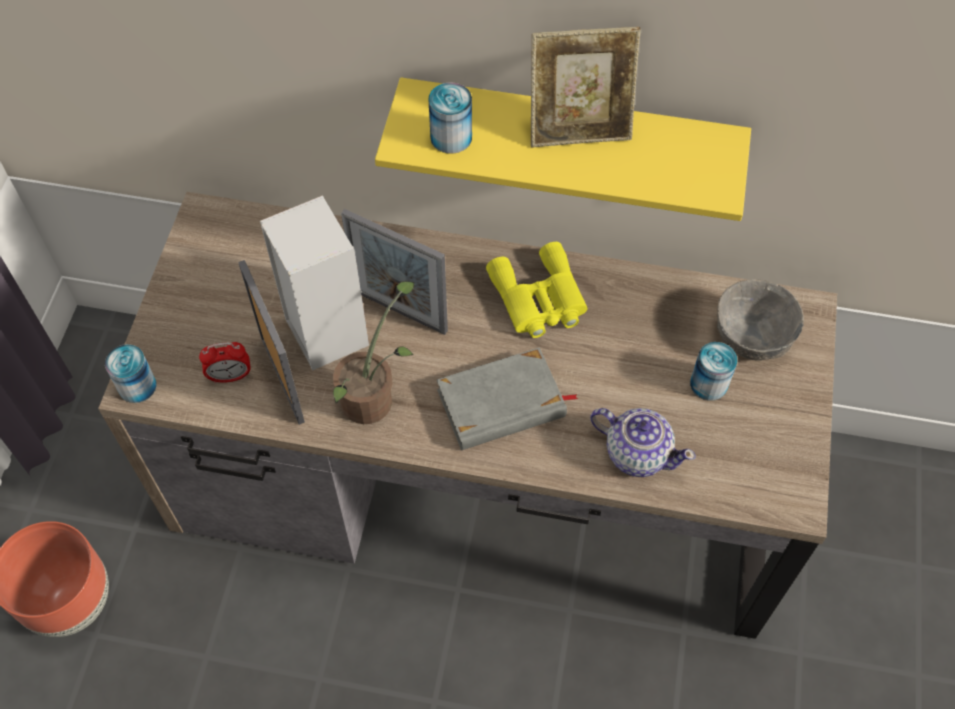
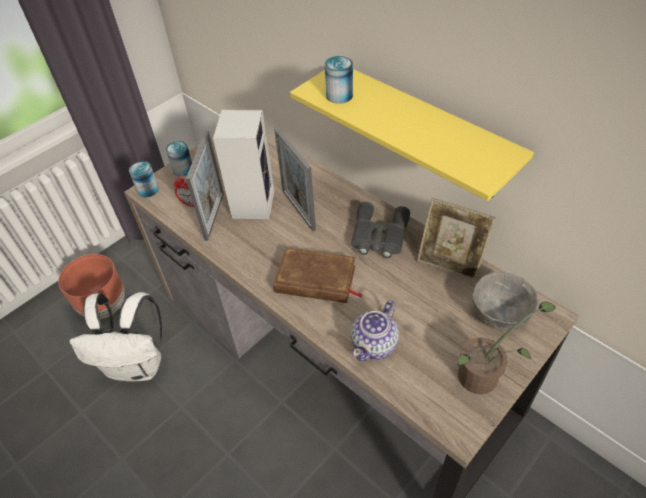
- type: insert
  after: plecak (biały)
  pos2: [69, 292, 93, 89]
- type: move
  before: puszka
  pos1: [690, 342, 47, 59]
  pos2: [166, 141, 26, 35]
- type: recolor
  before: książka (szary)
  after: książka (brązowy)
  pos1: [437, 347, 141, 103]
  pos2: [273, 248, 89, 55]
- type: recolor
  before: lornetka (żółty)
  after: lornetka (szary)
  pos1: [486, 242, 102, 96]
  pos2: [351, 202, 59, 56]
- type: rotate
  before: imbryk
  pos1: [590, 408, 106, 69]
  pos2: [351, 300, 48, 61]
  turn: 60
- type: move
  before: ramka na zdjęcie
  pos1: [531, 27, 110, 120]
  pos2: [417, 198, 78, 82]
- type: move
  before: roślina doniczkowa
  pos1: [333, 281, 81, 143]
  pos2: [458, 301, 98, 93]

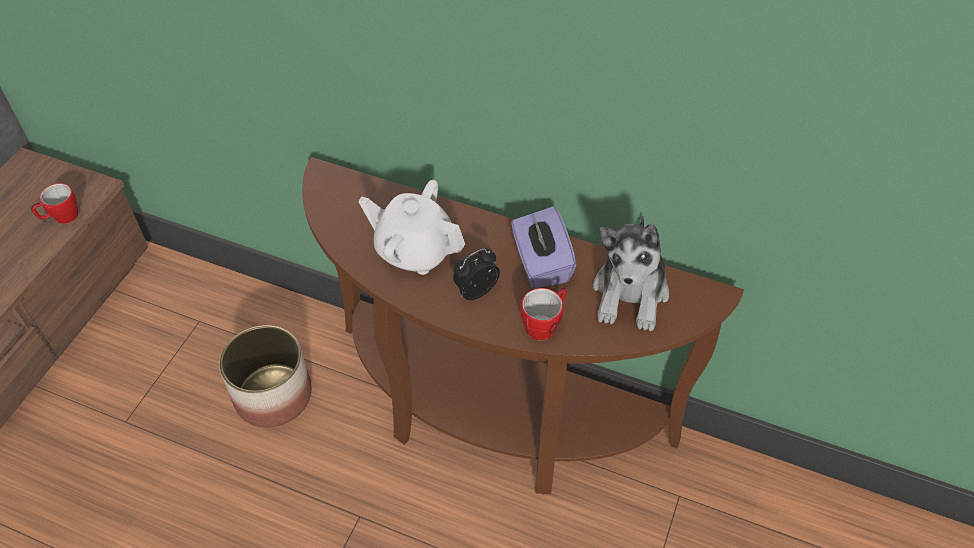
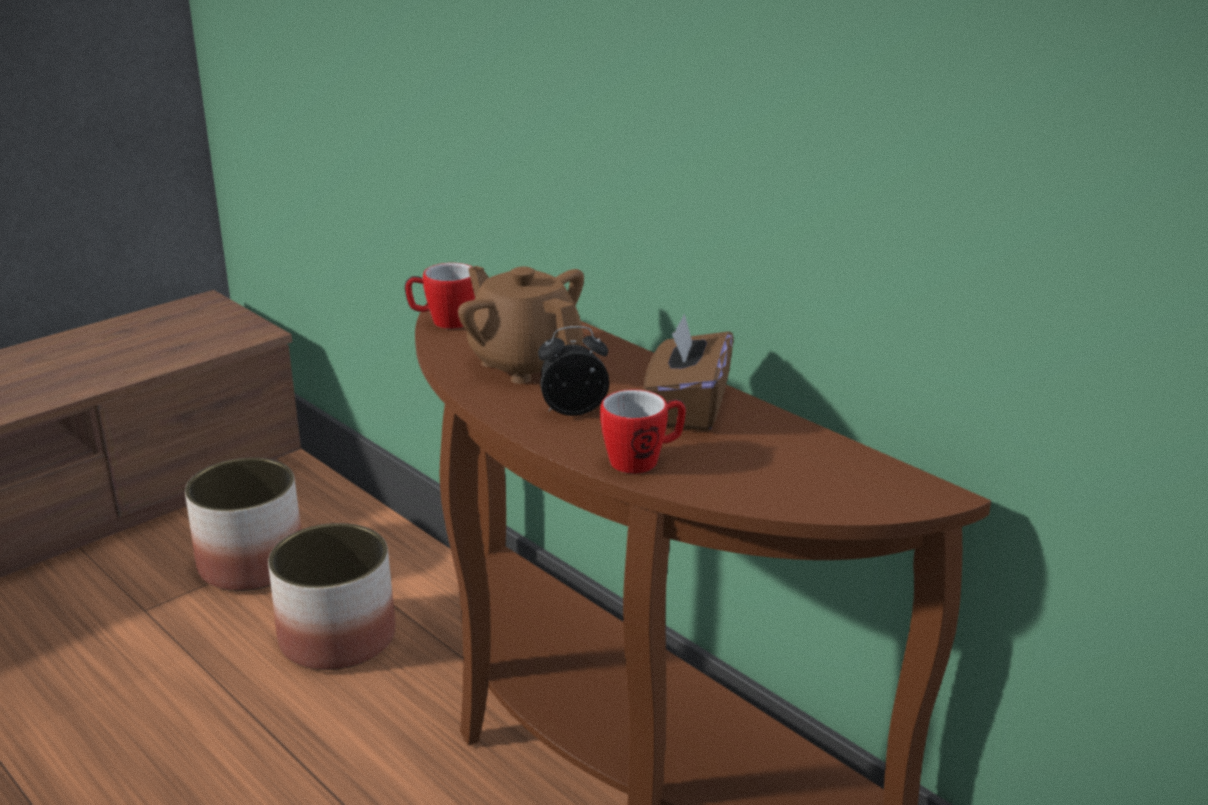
- type: insert
  after: donica
  pos2: [185, 458, 117, 133]
- type: move
  before: kubek
  pos1: [31, 183, 47, 41]
  pos2: [405, 263, 70, 66]
- type: recolor
  before: imbryk (biały)
  after: imbryk (brązowy)
  pos1: [358, 180, 107, 95]
  pos2: [458, 266, 126, 118]
- type: recolor
  before: pudełko chusteczek (fioletowy)
  after: pudełko chusteczek (brązowy)
  pos1: [511, 206, 65, 82]
  pos2: [644, 314, 89, 117]
- type: delete
  before: pluszak
  pos1: [593, 216, 76, 115]

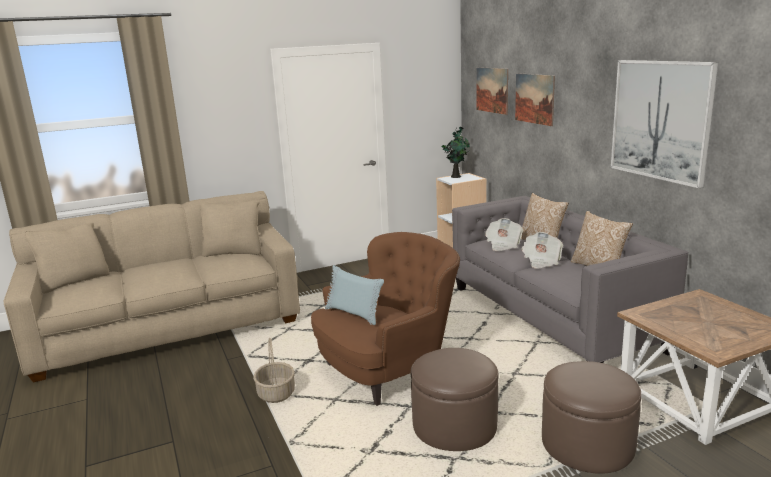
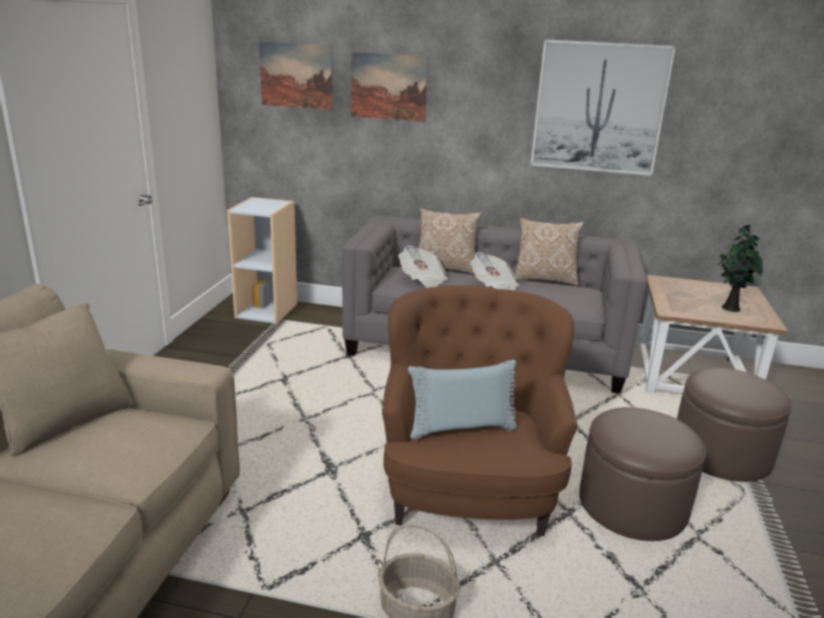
- type: move
  before: roślina doniczkowa
  pos1: [441, 127, 29, 51]
  pos2: [717, 225, 46, 87]

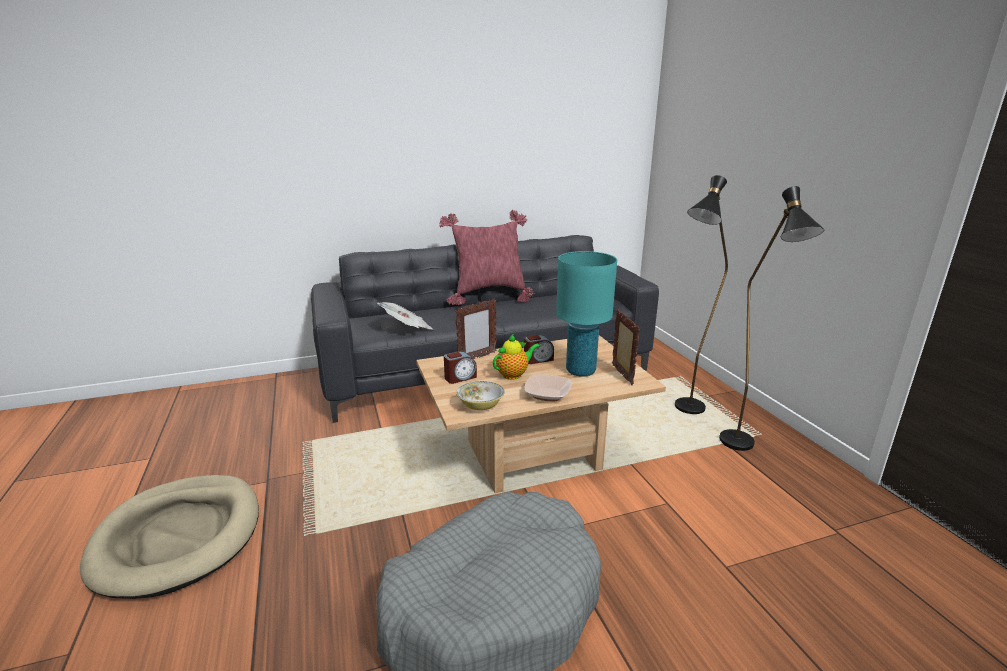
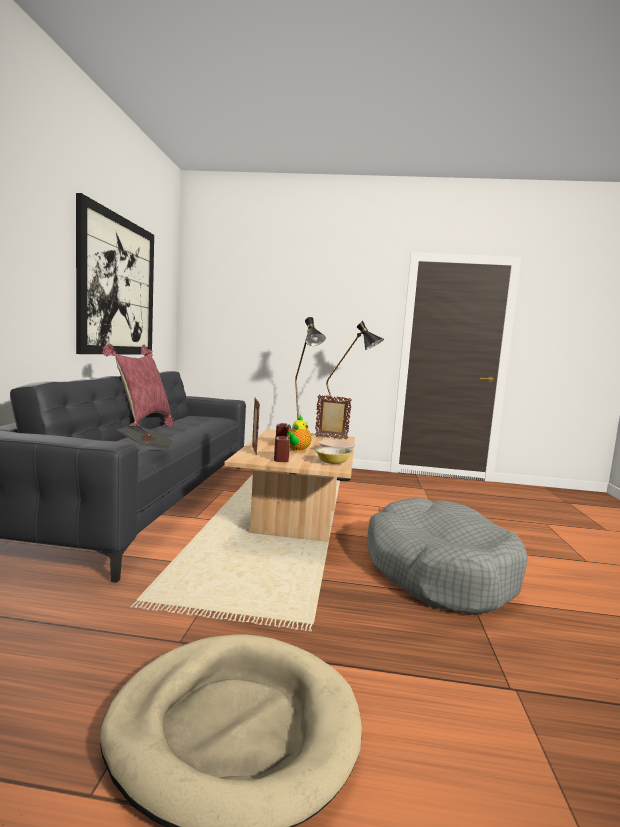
- type: insert
  after: obraz
  pos2: [76, 193, 78, 161]
- type: rotate
  before: imbryk
  pos1: [493, 335, 47, 45]
  pos2: [287, 415, 25, 37]
  turn: -150
- type: delete
  before: lampa stołowa (turkusowy)
  pos1: [556, 251, 61, 126]

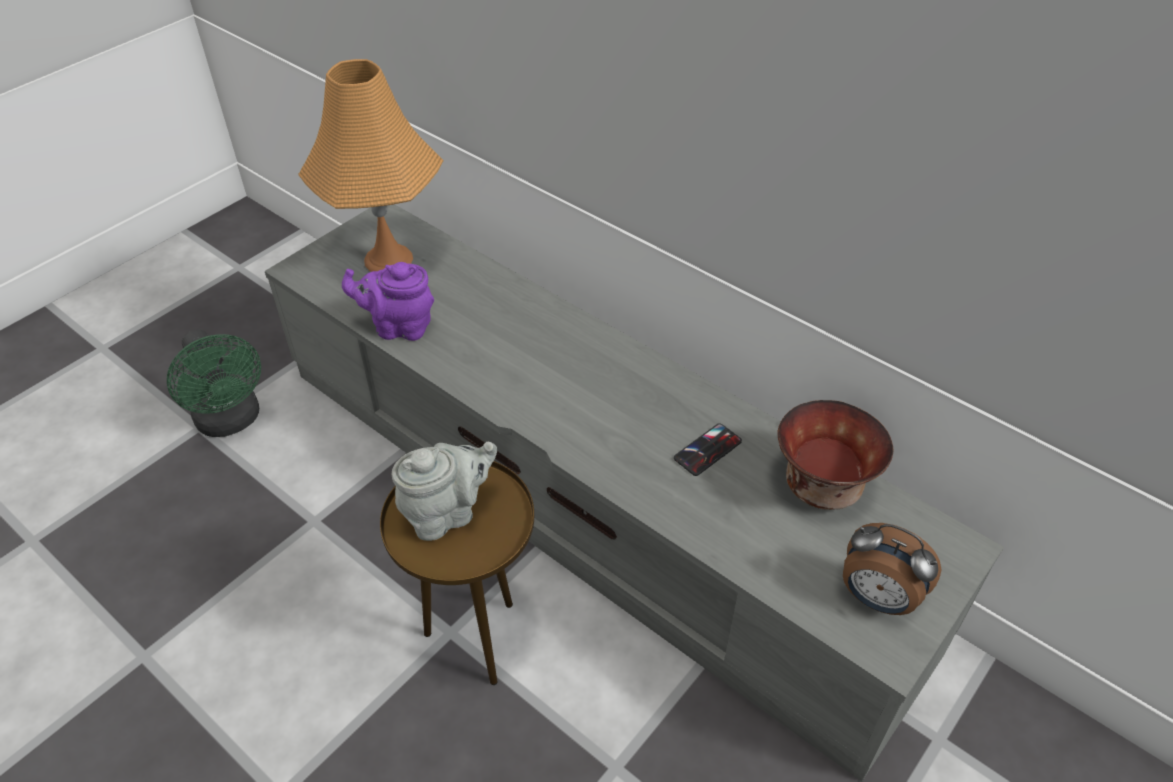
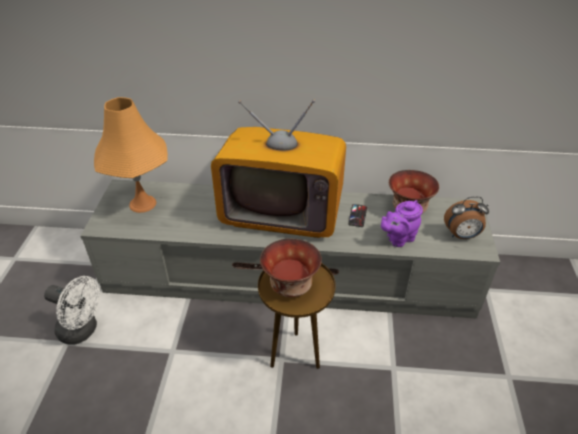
- type: recolor
  before: wentylator (zielony)
  after: wentylator (biały)
  pos1: [167, 329, 94, 108]
  pos2: [44, 276, 56, 69]
- type: insert
  after: telewizor
  pos2: [211, 99, 135, 139]
- type: replace
  before: imbryk (szary)
  after: miska
  pos1: [391, 442, 106, 99]
  pos2: [260, 239, 62, 58]
- type: move
  before: imbryk (fioletowy)
  pos1: [342, 262, 92, 79]
  pos2: [381, 200, 42, 47]

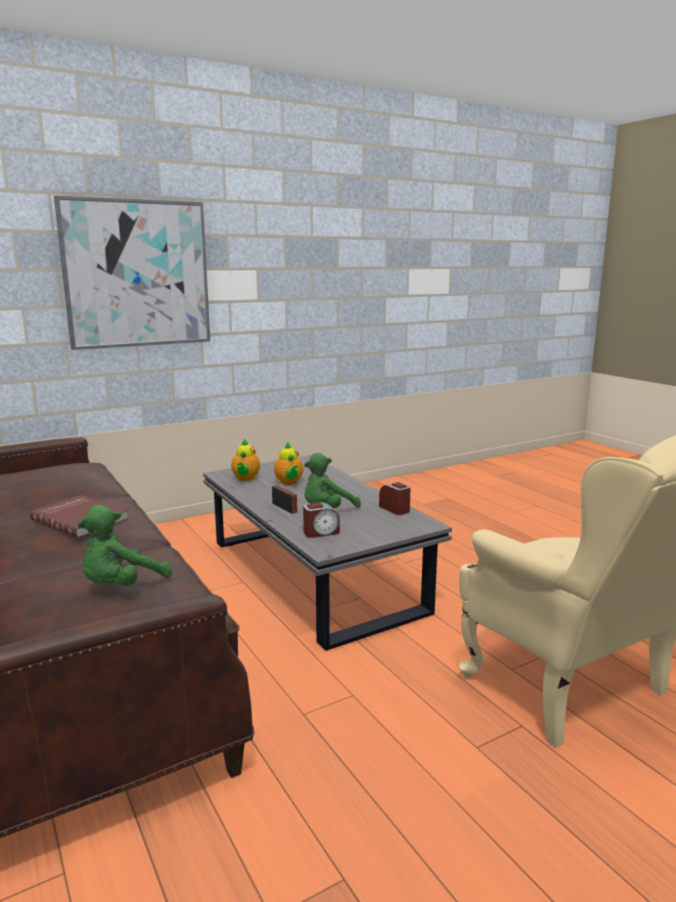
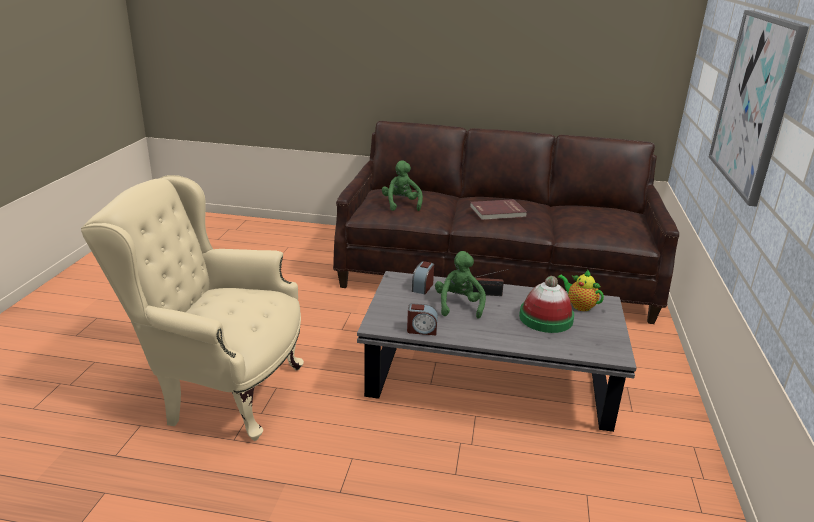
- type: replace
  before: imbryk
  after: kapelusz
  pos1: [274, 443, 29, 42]
  pos2: [519, 276, 55, 57]

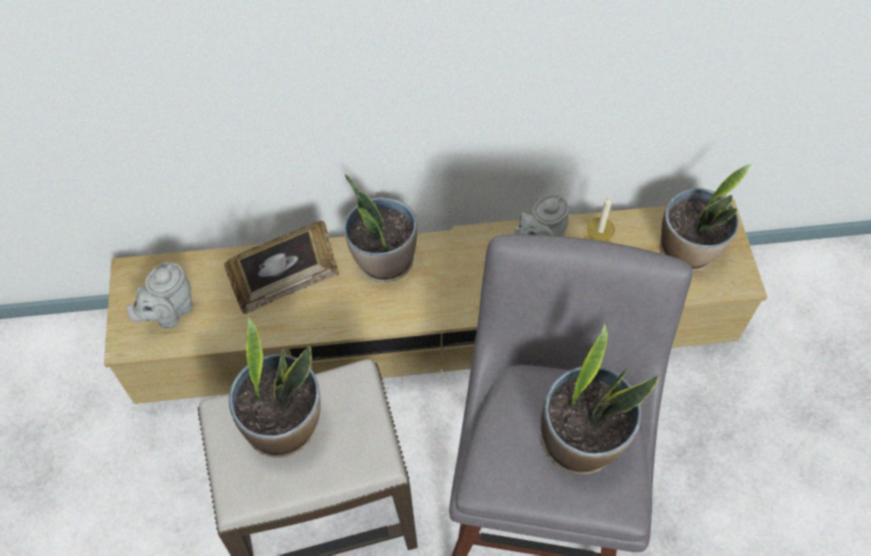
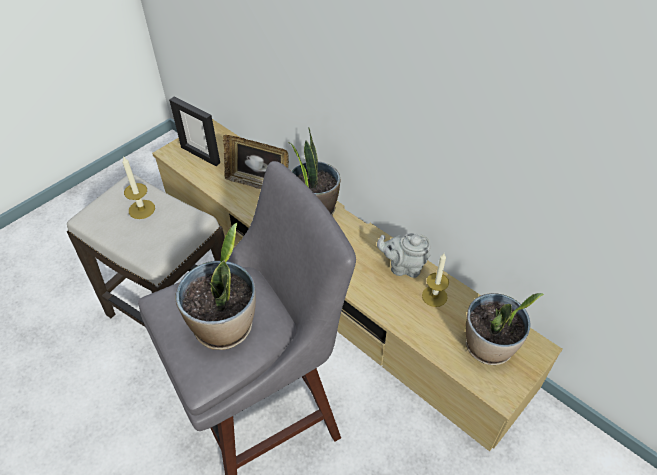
- type: replace
  before: roślina doniczkowa
  after: świeca
  pos1: [229, 317, 92, 141]
  pos2: [122, 156, 33, 63]
- type: replace
  before: imbryk (szary)
  after: ramka na zdjęcie
  pos1: [126, 262, 67, 66]
  pos2: [169, 97, 51, 69]

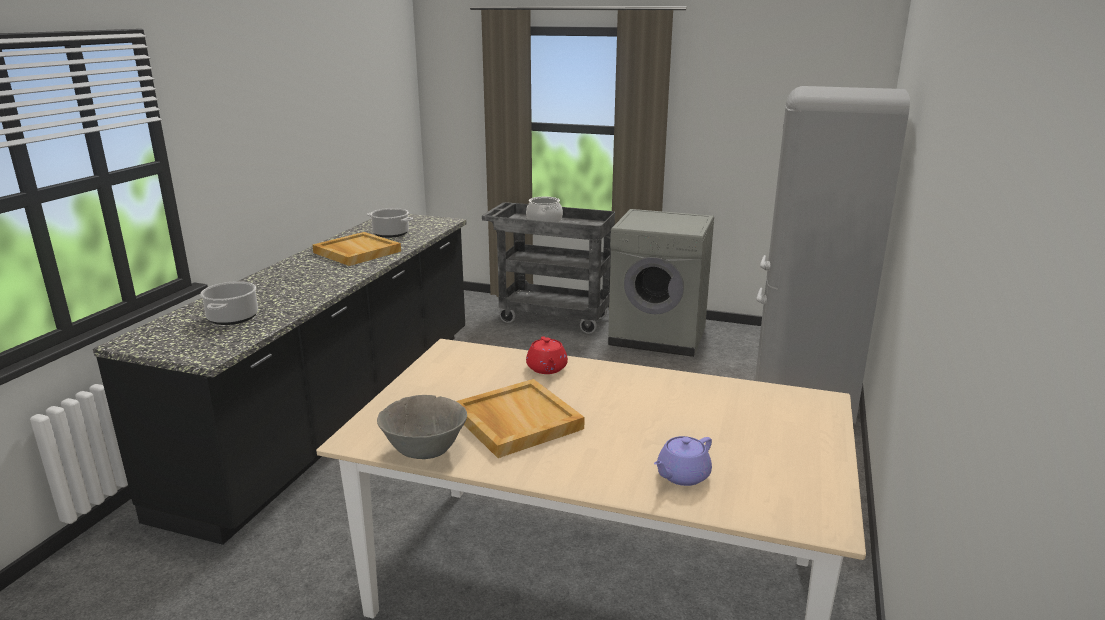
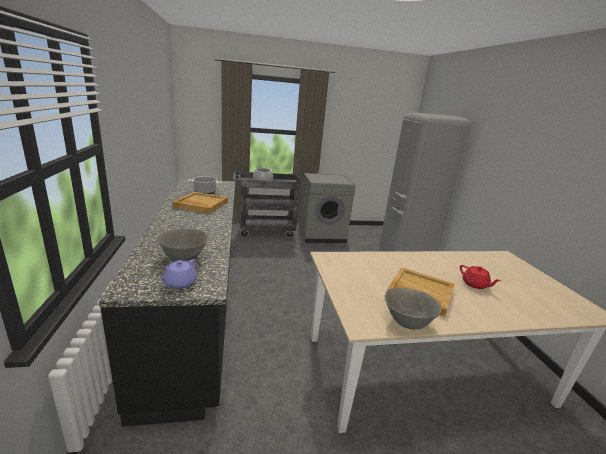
- type: replace
  before: garnek
  after: miska (szary)
  pos1: [200, 281, 58, 44]
  pos2: [157, 229, 51, 32]
- type: move
  before: imbryk (fioletowy)
  pos1: [654, 436, 58, 50]
  pos2: [159, 259, 38, 30]
- type: move
  before: imbryk (czerwony)
  pos1: [526, 336, 42, 38]
  pos2: [460, 265, 41, 24]

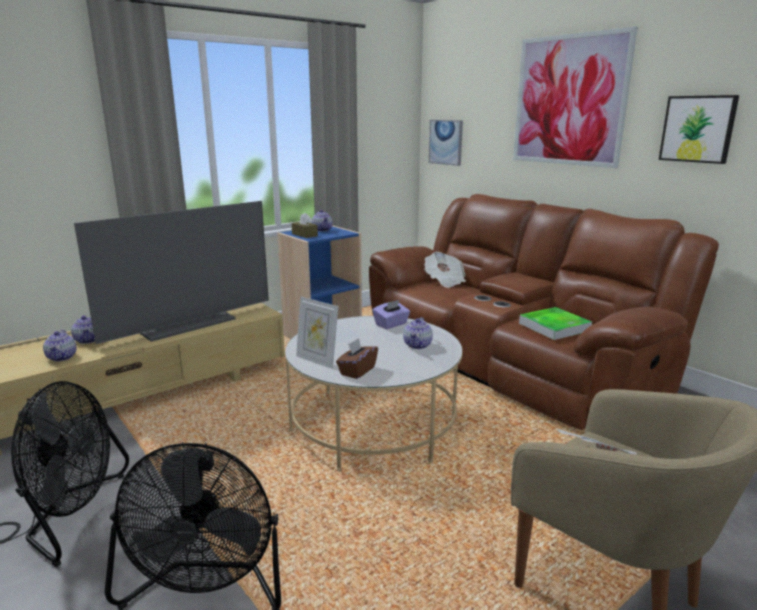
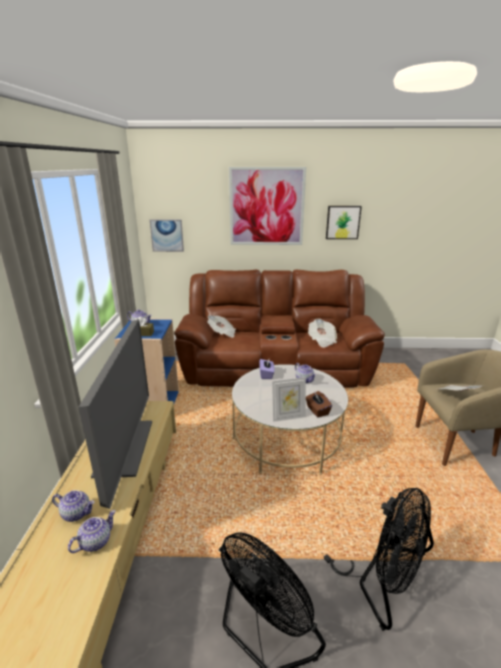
- type: rotate
  before: imbryk
  pos1: [43, 330, 34, 31]
  pos2: [68, 510, 48, 43]
  turn: -75
- type: replace
  before: taca
  after: gazeta
  pos1: [519, 307, 73, 33]
  pos2: [308, 319, 29, 29]

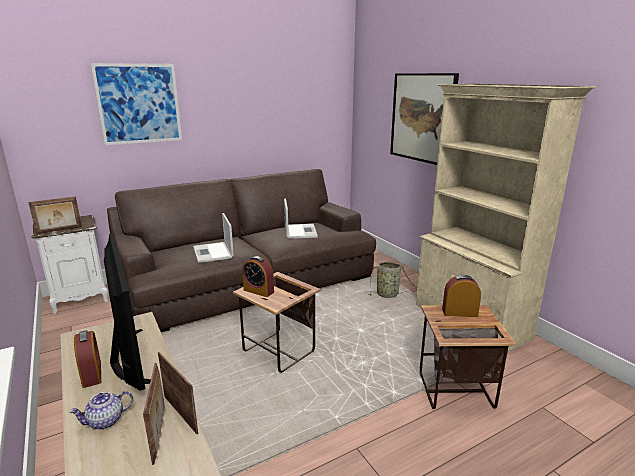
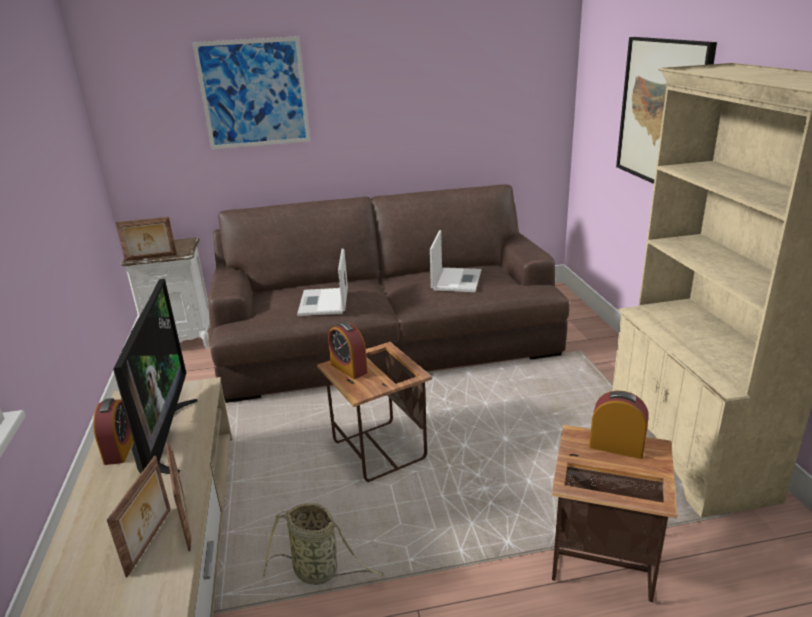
- type: move
  before: koszyk
  pos1: [365, 262, 51, 36]
  pos2: [263, 503, 121, 82]
- type: delete
  before: imbryk
  pos1: [69, 391, 64, 39]

